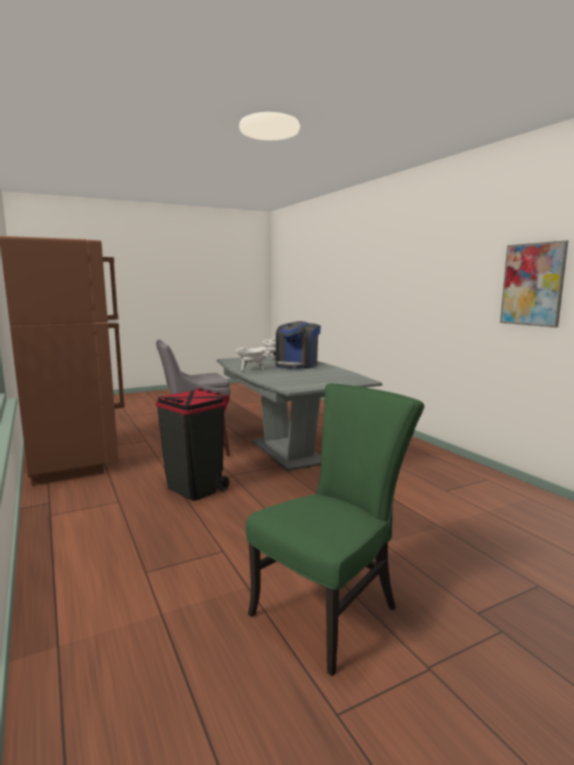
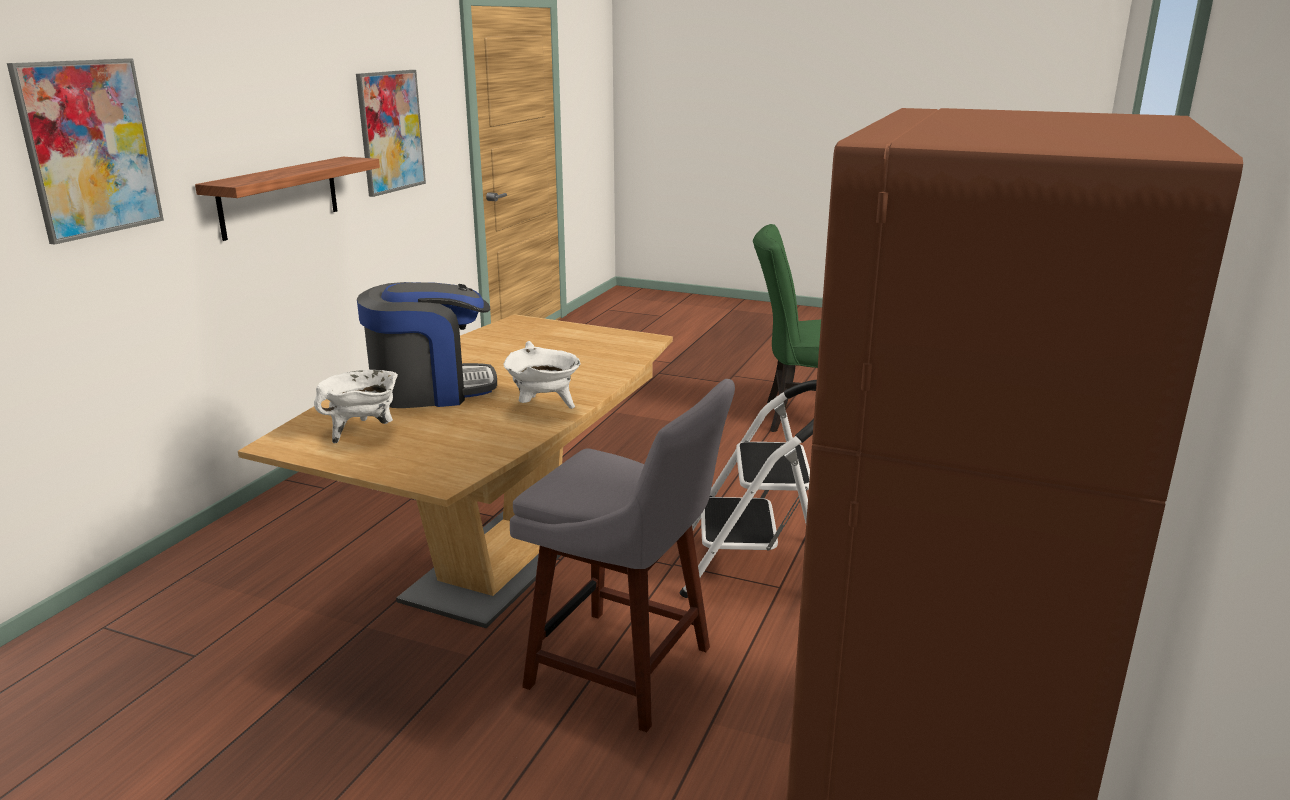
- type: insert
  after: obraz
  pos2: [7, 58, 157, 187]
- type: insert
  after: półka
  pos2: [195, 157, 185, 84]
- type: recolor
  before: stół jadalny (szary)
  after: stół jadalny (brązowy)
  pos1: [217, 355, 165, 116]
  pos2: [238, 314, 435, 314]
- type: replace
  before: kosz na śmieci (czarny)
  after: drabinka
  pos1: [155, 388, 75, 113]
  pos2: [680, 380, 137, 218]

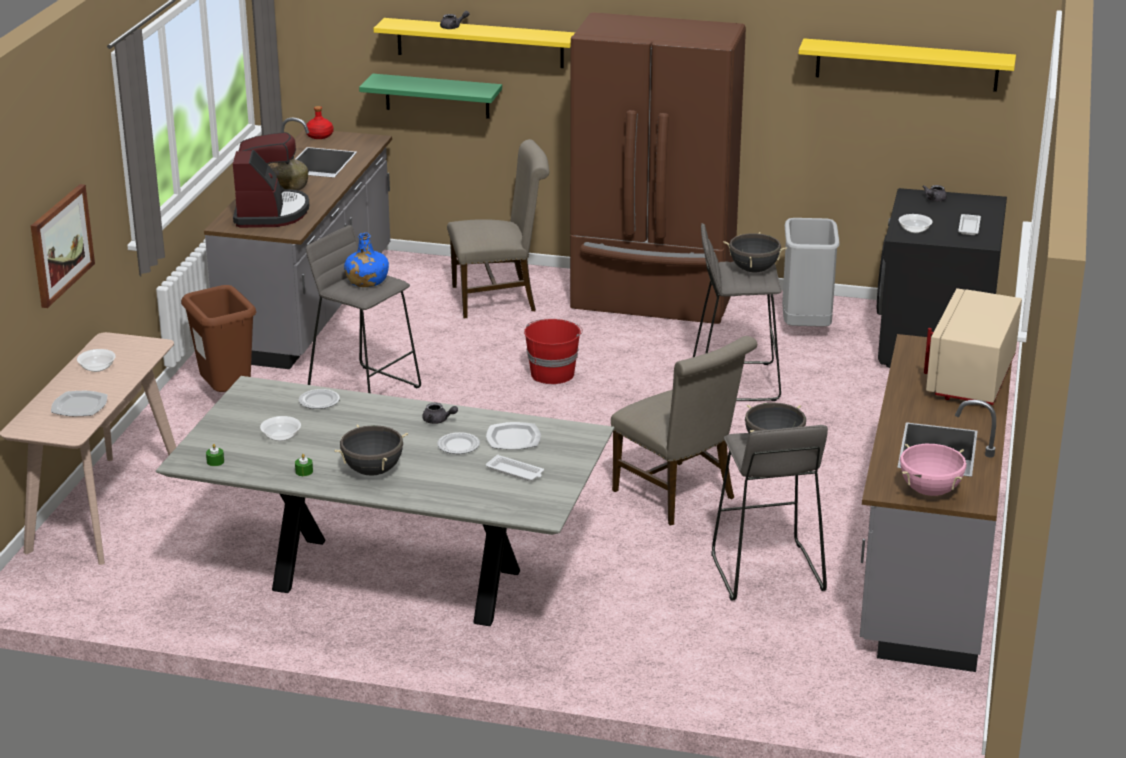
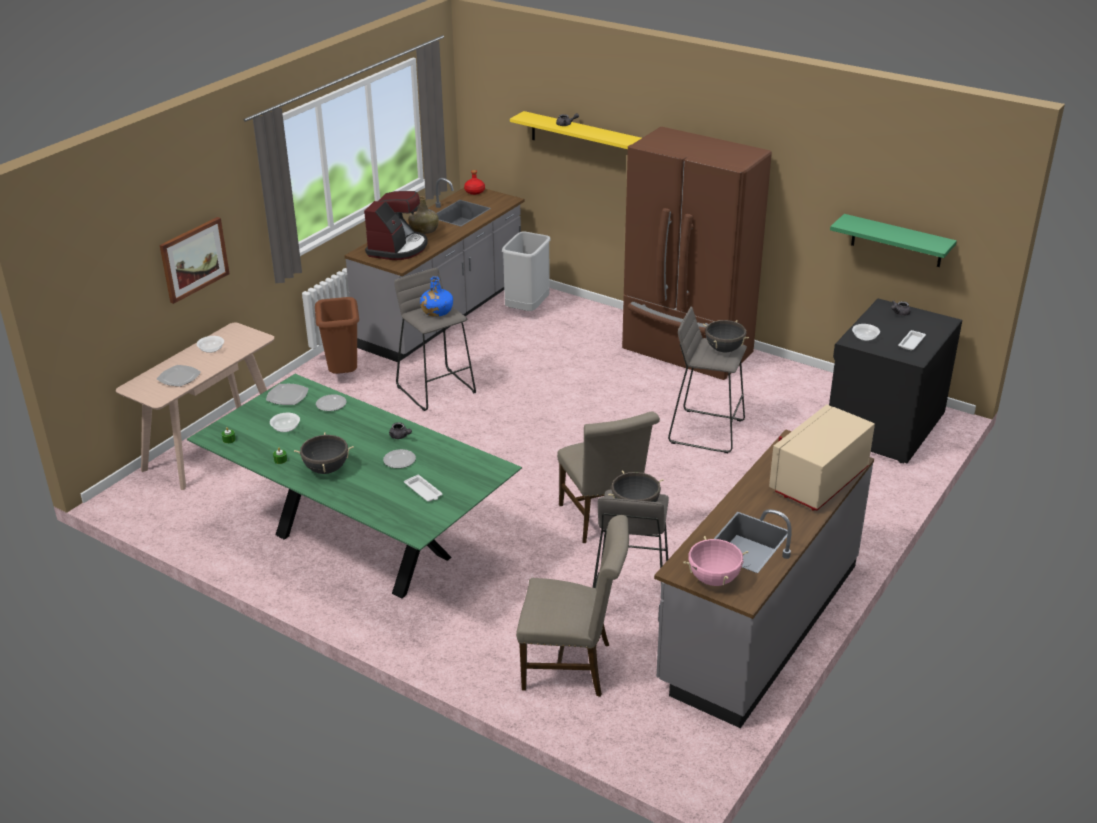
- type: recolor
  before: stół jadalny (szary)
  after: stół jadalny (zielony)
  pos1: [156, 376, 459, 250]
  pos2: [187, 374, 335, 224]
- type: move
  before: talerz
  pos1: [486, 422, 55, 28]
  pos2: [266, 384, 43, 21]
- type: move
  before: kosz na śmieci (szary)
  pos1: [782, 218, 58, 109]
  pos2: [502, 232, 49, 79]
- type: move
  before: krzesło (beżowy)
  pos1: [447, 139, 102, 179]
  pos2: [516, 515, 113, 182]
- type: move
  before: półka (zielony)
  pos1: [359, 74, 143, 45]
  pos2: [830, 214, 127, 53]
- type: delete
  before: wiadro (czerwony)
  pos1: [524, 319, 59, 65]
- type: delete
  before: półka (żółty)
  pos1: [799, 39, 217, 53]

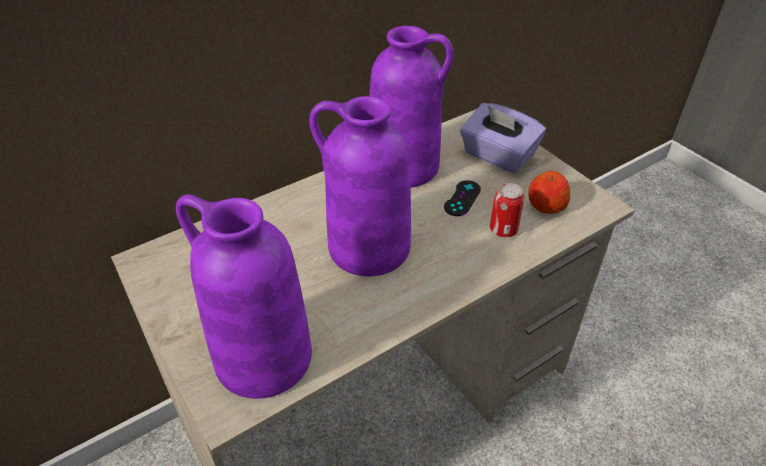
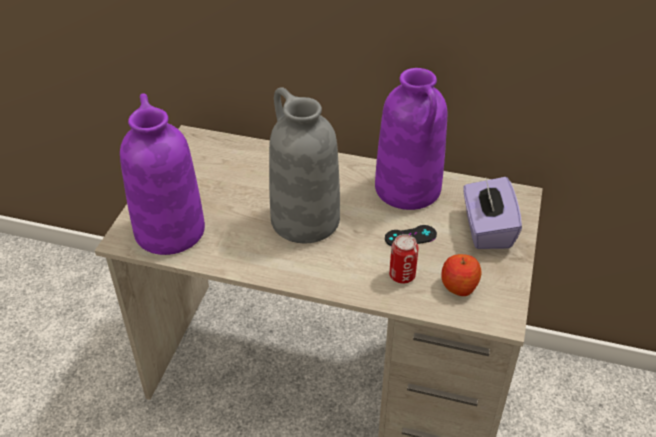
- type: recolor
  before: wazon (fioletowy)
  after: wazon (szary)
  pos1: [309, 96, 102, 181]
  pos2: [269, 87, 71, 156]

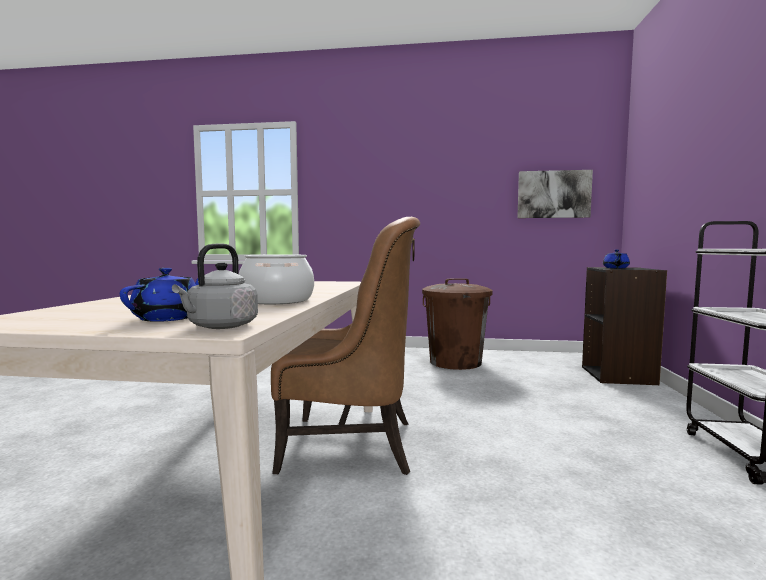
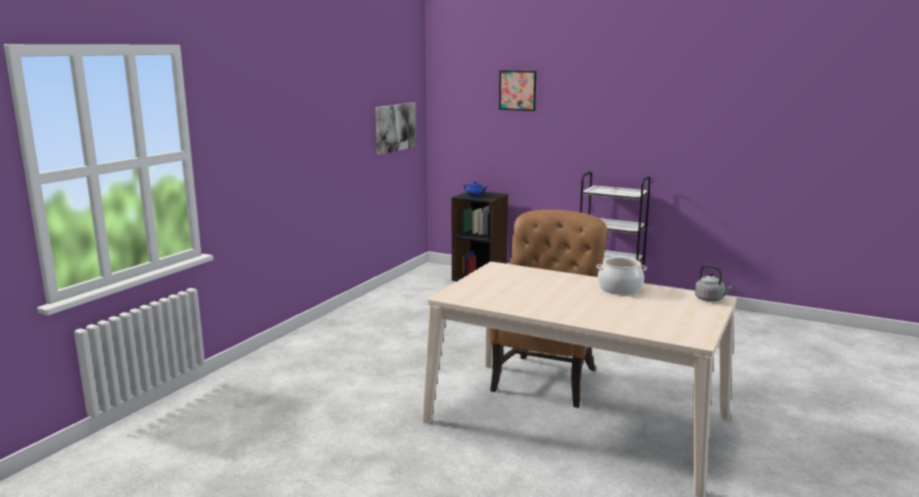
- type: insert
  after: obraz
  pos2: [499, 70, 37, 41]
- type: delete
  before: imbryk (niebieski)
  pos1: [120, 268, 79, 54]
- type: delete
  before: kosz na śmieci (brązowy)
  pos1: [422, 278, 71, 92]

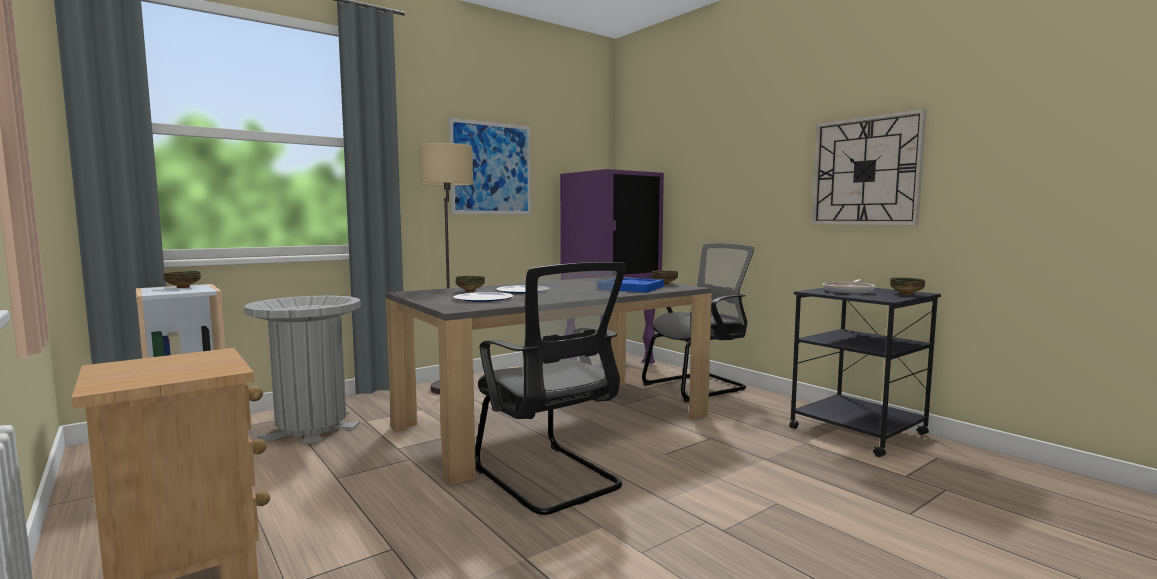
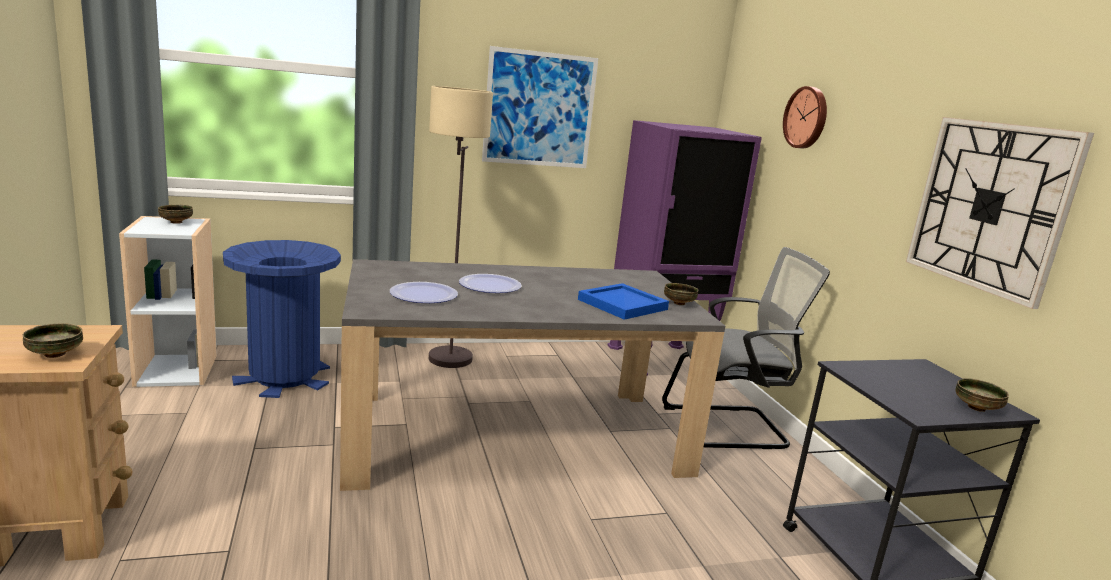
- type: move
  before: miska
  pos1: [456, 276, 29, 16]
  pos2: [23, 323, 60, 35]
- type: recolor
  before: kosz na śmieci (szary)
  after: kosz na śmieci (niebieski)
  pos1: [244, 296, 117, 149]
  pos2: [223, 240, 118, 158]
- type: insert
  after: zegar ścienny
  pos2: [783, 86, 44, 62]
- type: delete
  before: krzesło
  pos1: [475, 262, 151, 253]
- type: delete
  before: patelnia
  pos1: [823, 280, 52, 14]

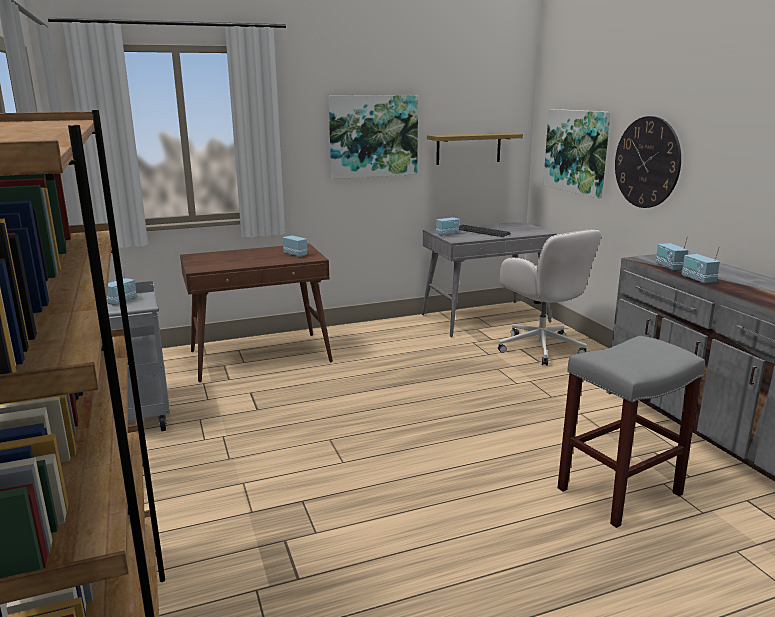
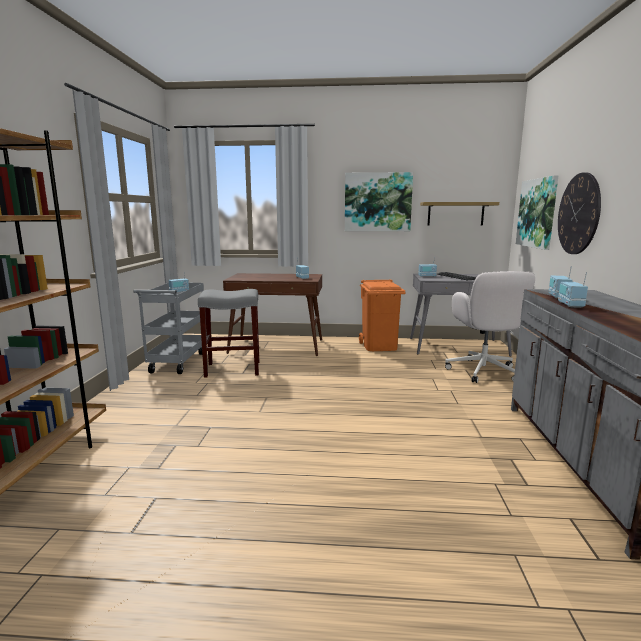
- type: move
  before: stołek (szary)
  pos1: [557, 336, 148, 192]
  pos2: [198, 289, 61, 89]
- type: insert
  after: kosz na śmieci (pomarańczowy)
  pos2: [359, 279, 47, 72]

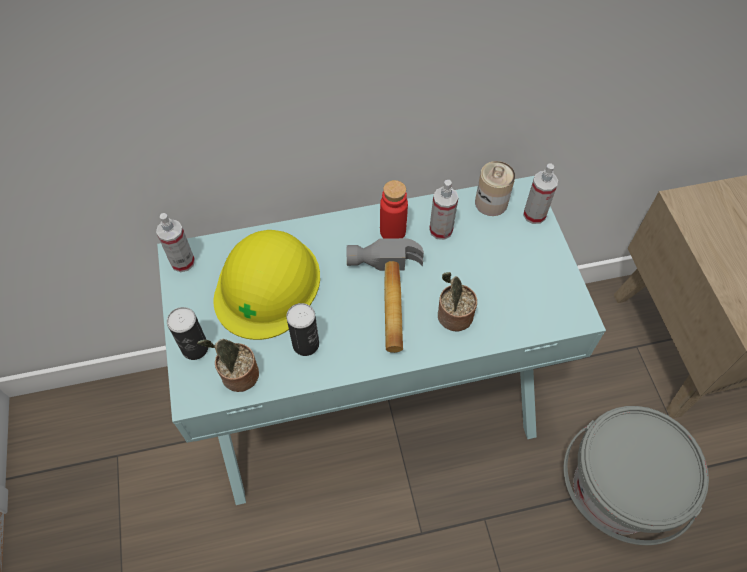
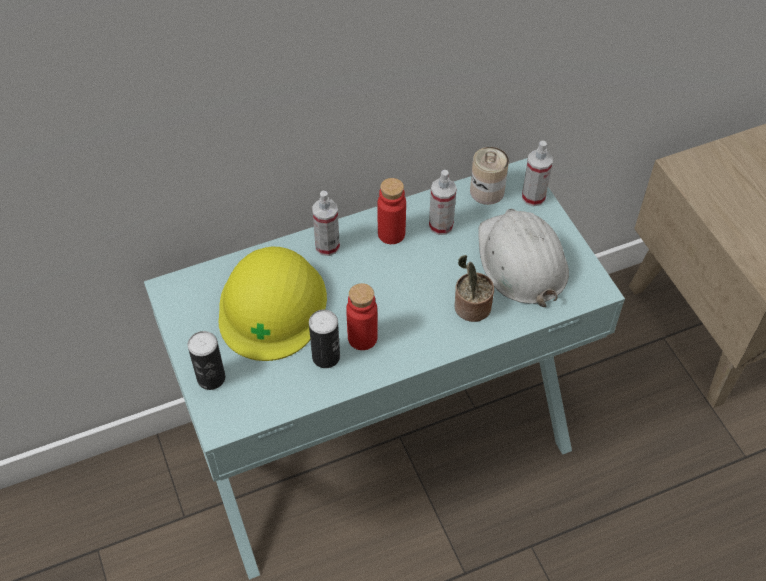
- type: move
  before: spryskiwacz
  pos1: [156, 213, 39, 59]
  pos2: [312, 190, 28, 66]
- type: insert
  after: butelka (czerwony)
  pos2: [346, 283, 32, 67]
- type: insert
  after: kask (biały)
  pos2: [478, 209, 91, 98]
- type: delete
  before: roślina doniczkowa
  pos1: [197, 339, 62, 53]
- type: delete
  before: młotek
  pos1: [347, 238, 77, 115]
- type: delete
  before: wiadro (szary)
  pos1: [564, 406, 145, 139]

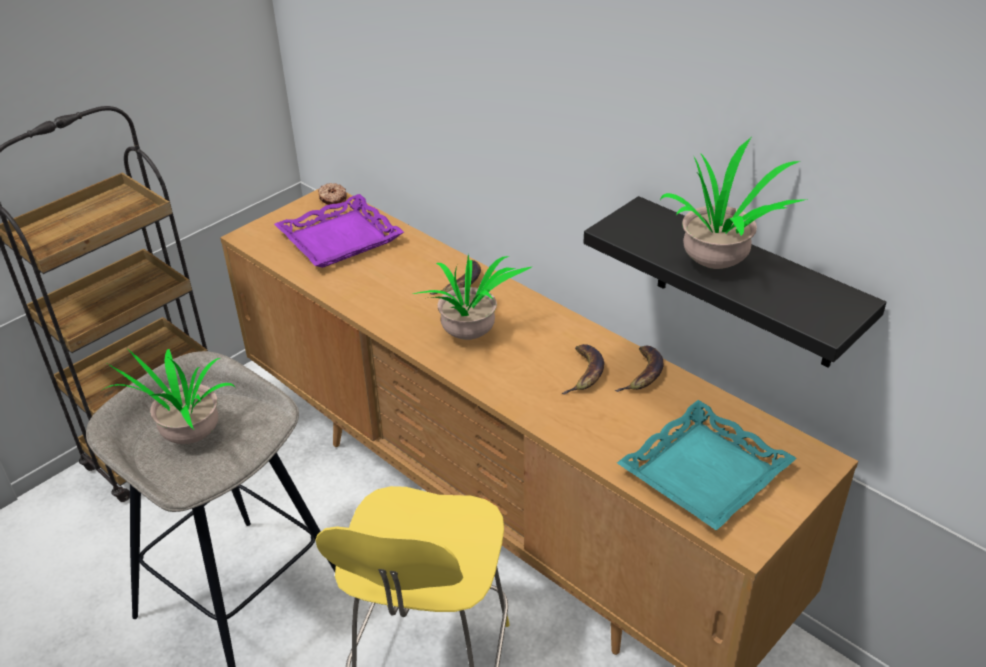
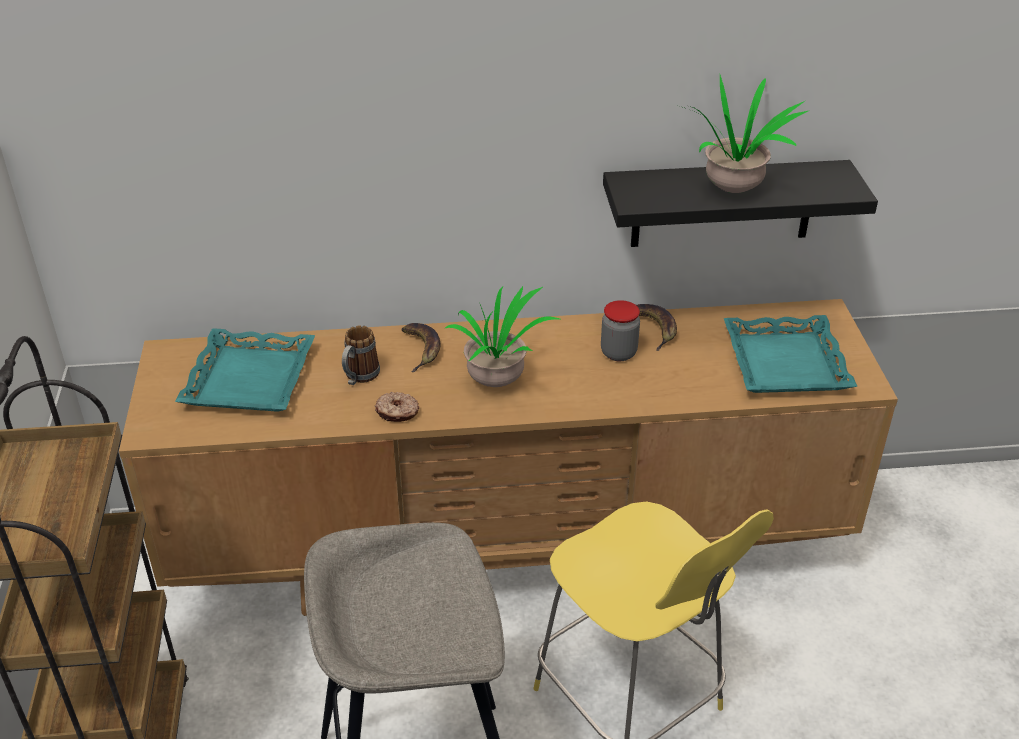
- type: recolor
  before: taca (fioletowy)
  after: taca (turkusowy)
  pos1: [274, 194, 130, 74]
  pos2: [175, 328, 140, 84]
- type: insert
  after: kubek
  pos2: [342, 325, 38, 60]
- type: move
  before: donut
  pos1: [318, 183, 29, 22]
  pos2: [375, 392, 44, 30]
- type: replace
  before: banan
  after: słoik
  pos1: [562, 344, 42, 50]
  pos2: [601, 300, 39, 61]
- type: delete
  before: roślina doniczkowa
  pos1: [102, 349, 133, 95]

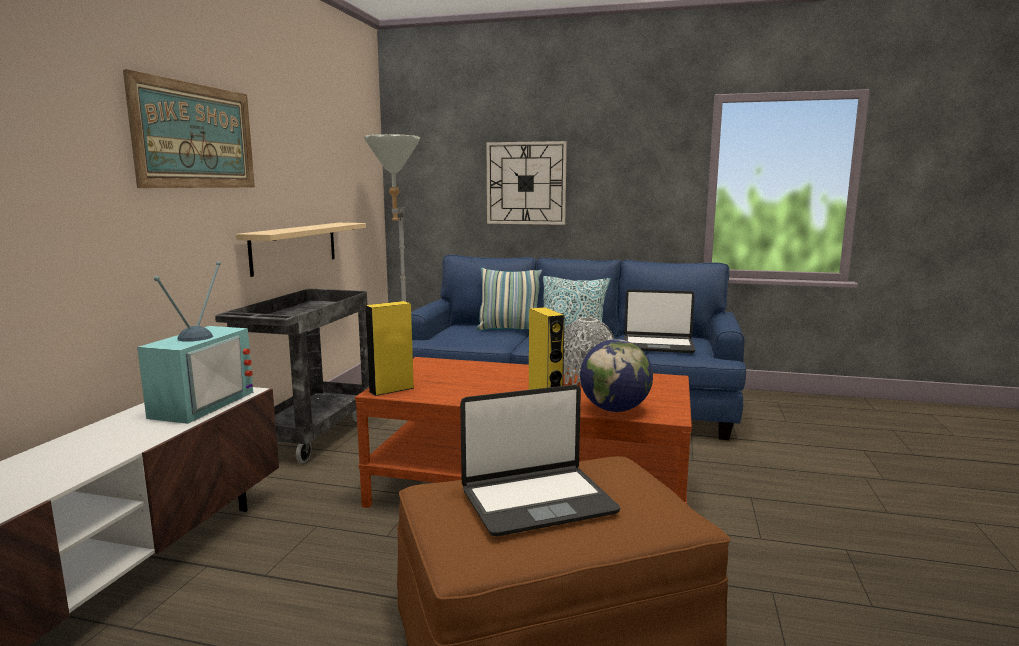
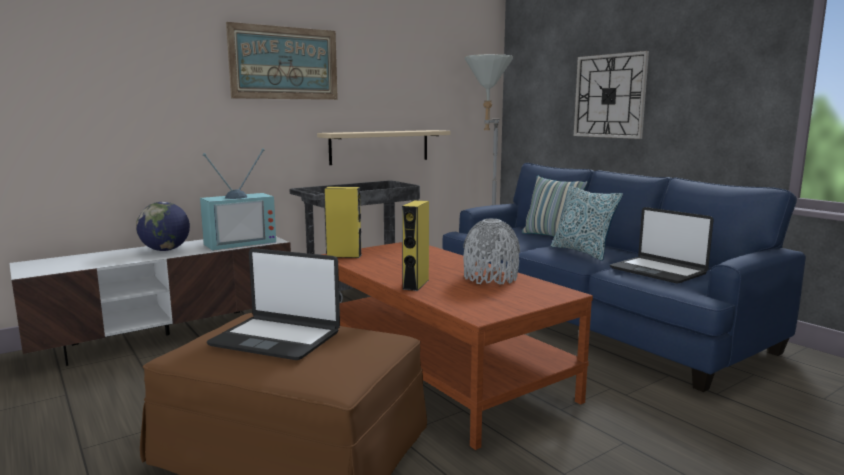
- type: move
  before: globus
  pos1: [580, 339, 73, 73]
  pos2: [136, 202, 54, 49]

